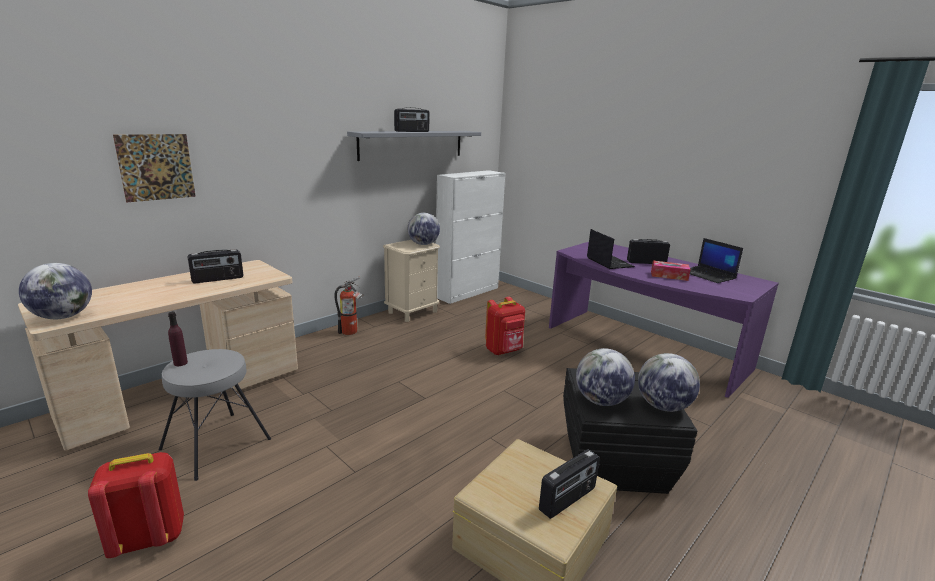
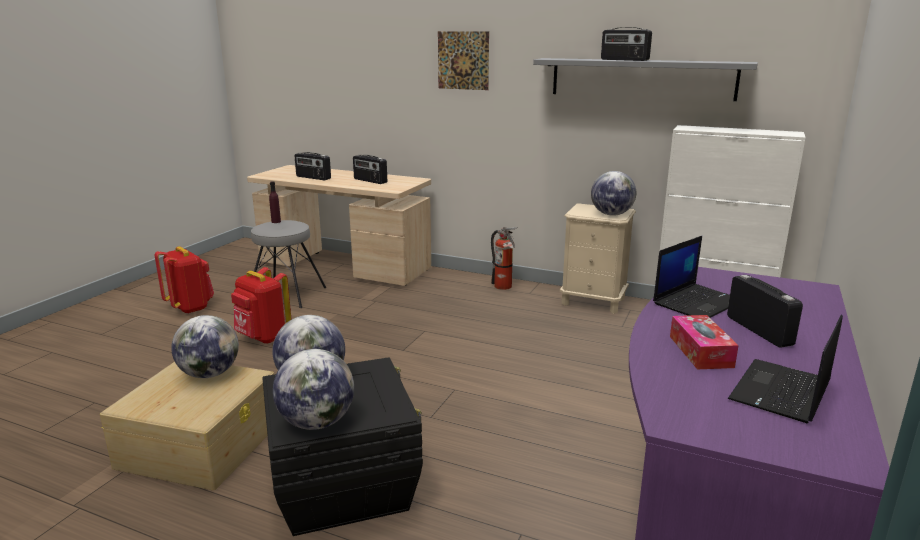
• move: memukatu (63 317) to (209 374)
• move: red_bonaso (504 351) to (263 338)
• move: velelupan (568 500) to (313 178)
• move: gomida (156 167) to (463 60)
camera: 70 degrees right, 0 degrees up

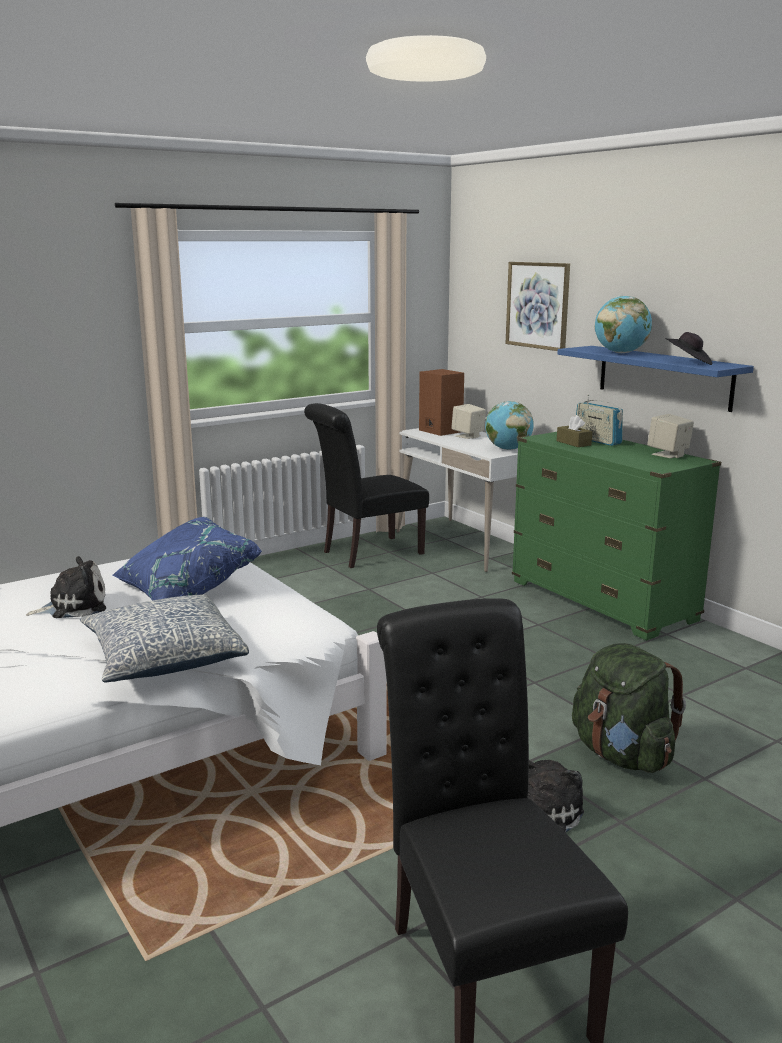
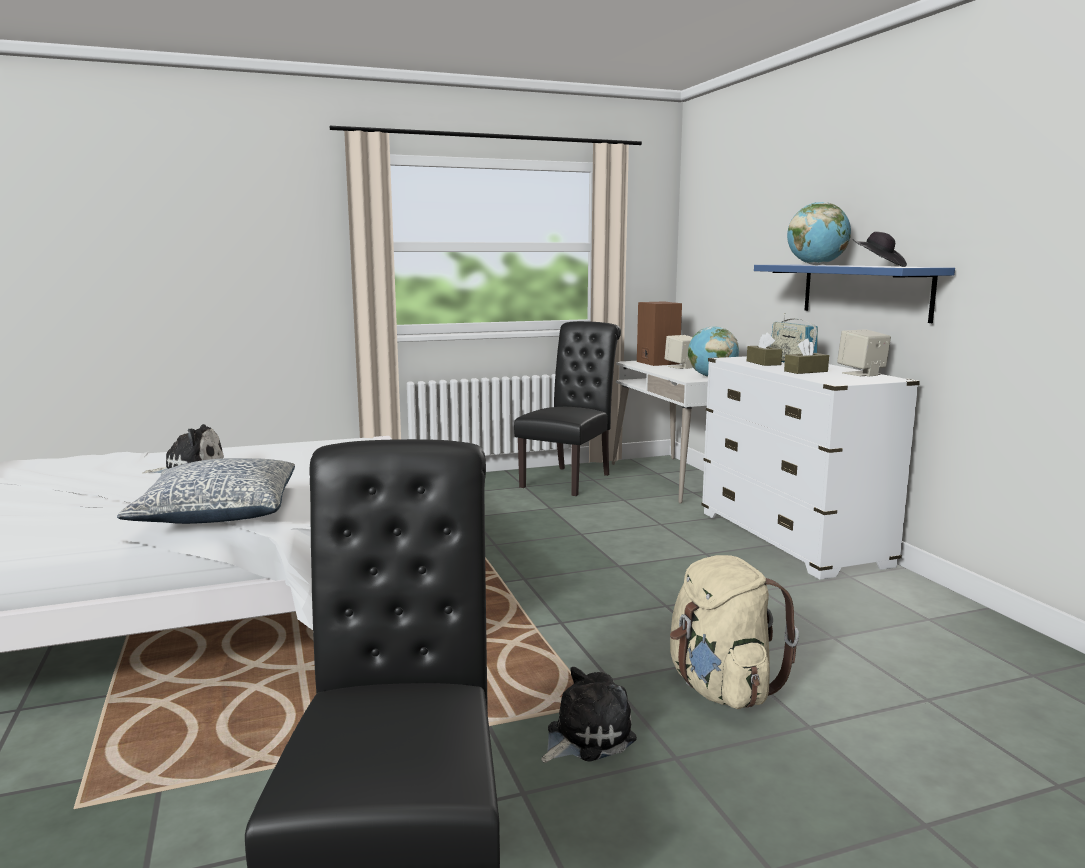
• rotate: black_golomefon (367 553) = (570 479) 135 degrees clockwise
• recolor: green_bonaso (622 755) to beige_bonaso (721 688)
• recolor: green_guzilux (602 601) to white_guzilux (791 539)
• insert: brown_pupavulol (805 371)
• delete: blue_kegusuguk (186 590)
• delete: gomida (538 305)
camera: 15 degrees right, 5 degrees down

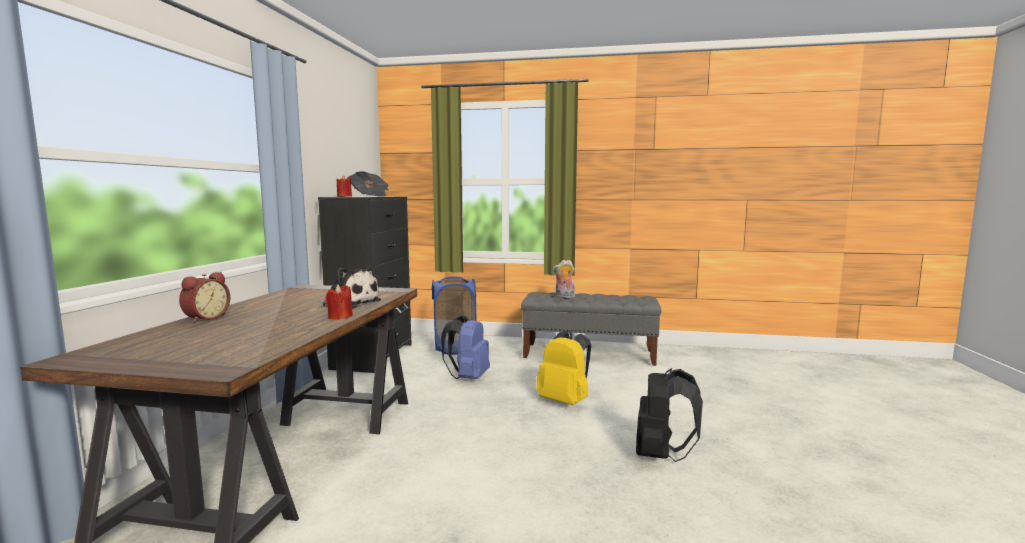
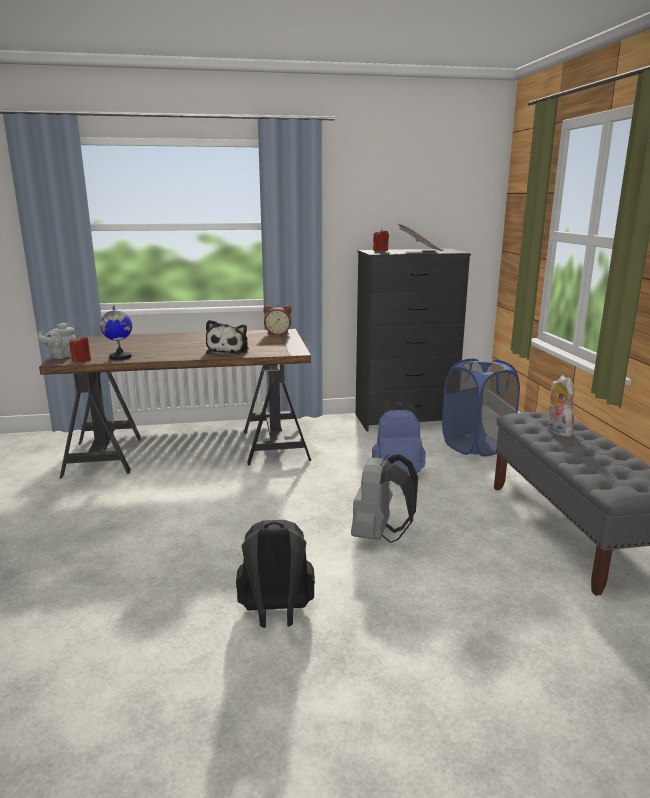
• insert: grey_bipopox (61 356)
• move: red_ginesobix (340 317) to (81 360)
• insert: memukatu (120 357)
• move: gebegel (205 318) to (278 333)
• recolor: yellow_bonaso (565 401) to grey_bonaso (379 535)
camera: 70 degrees right, 10 degrees up

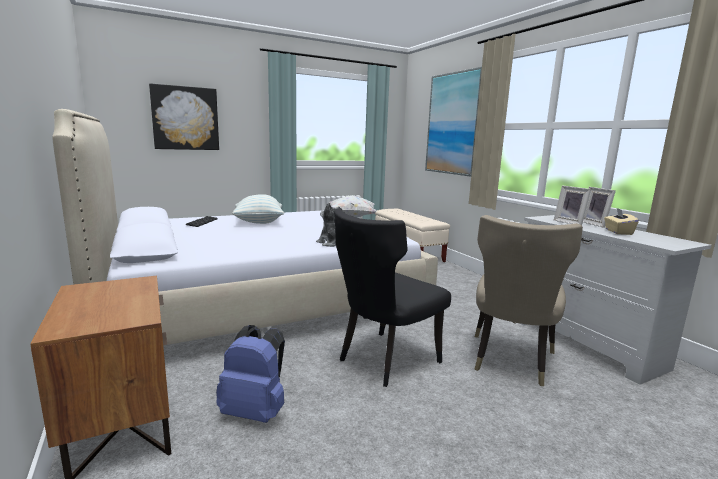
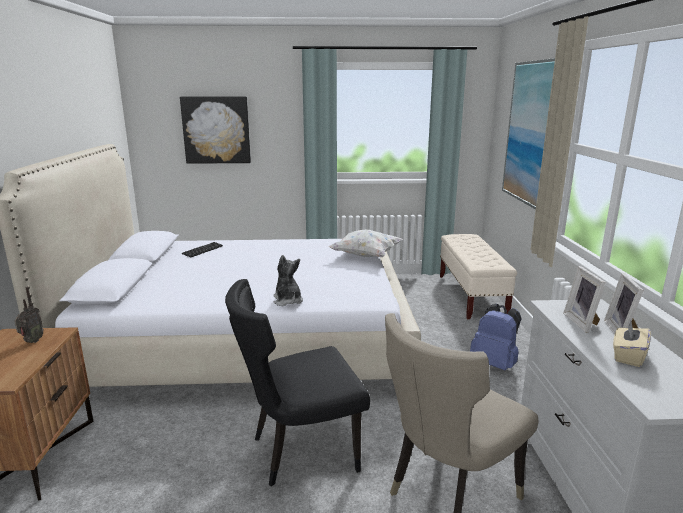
• insert: velelupan (31 342)
• move: blue_bonaso (255 411) to (494 364)
• delete: kegusuguk (259 222)
camera: 25 degrees right, 5 degrees up

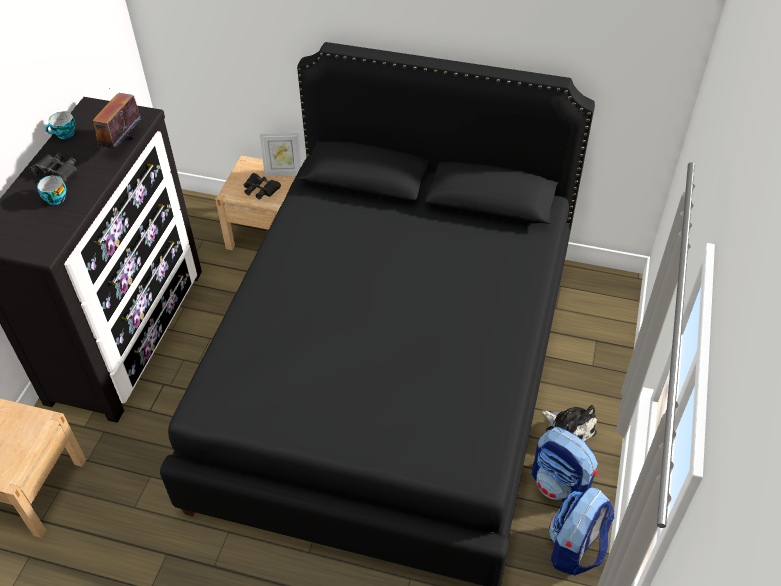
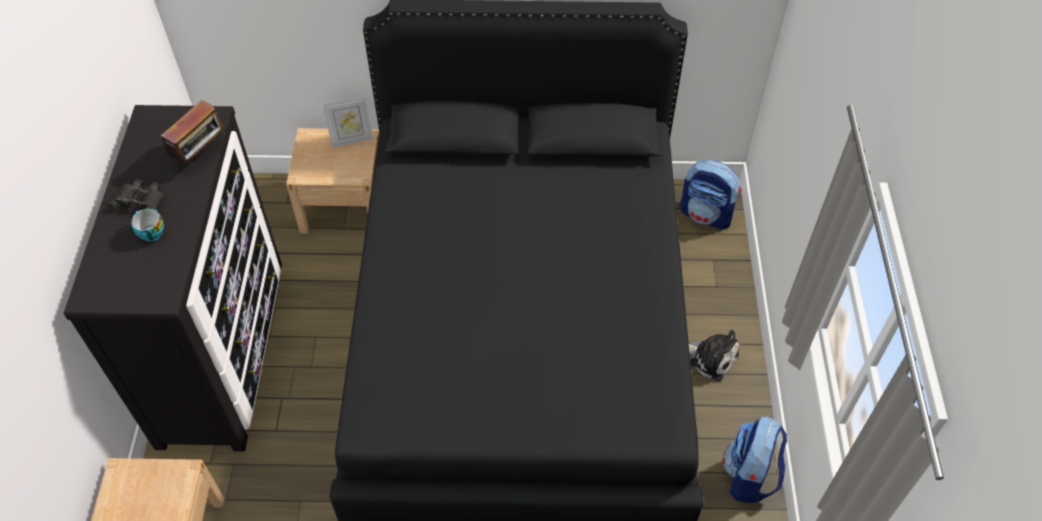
• rotate: velelupan (122 144) = (202 155) 150 degrees counterclockwise
• move: bonaso (560 485) to (706 215)
• delete: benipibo (64 134)
• delete: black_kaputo (261 189)
camera: 15 degrees left, 5 degrees up

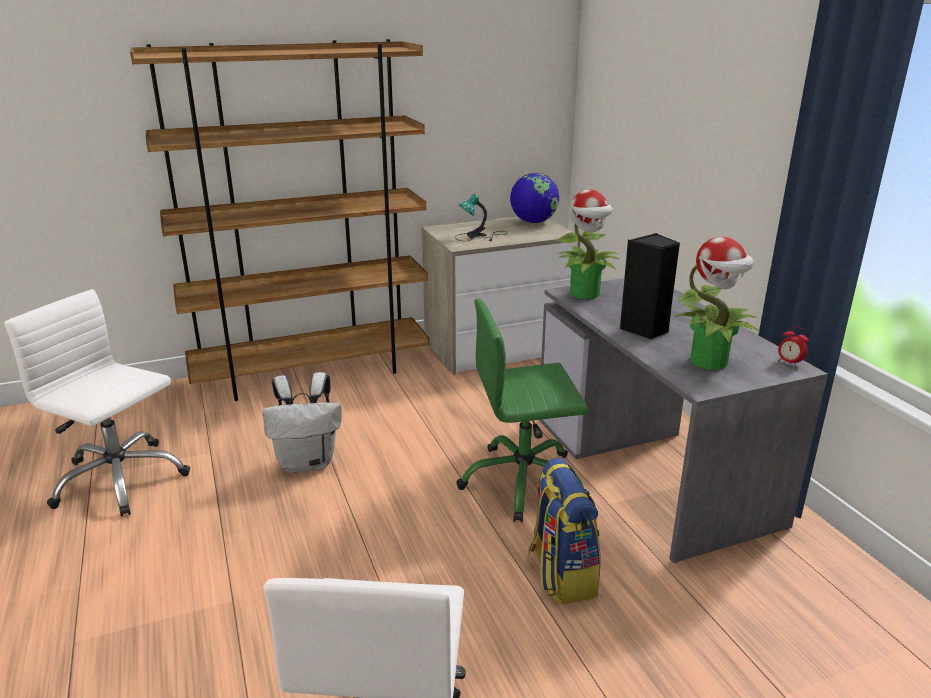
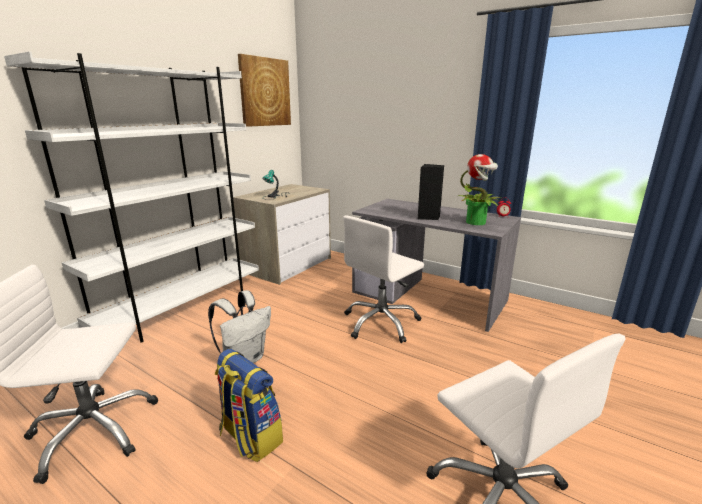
• recolor: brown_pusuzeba (312 372) to white_pusuzeba (184 308)
• move: bonaso (560 574) to (250 437)
• insert: gomida (265 92)
• recolor: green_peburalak (523 482) to white_peburalak (381 323)
• delete: memukatu (533 222)
• delete: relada (585 294)
camera: 35 degrees left, 5 degrees down

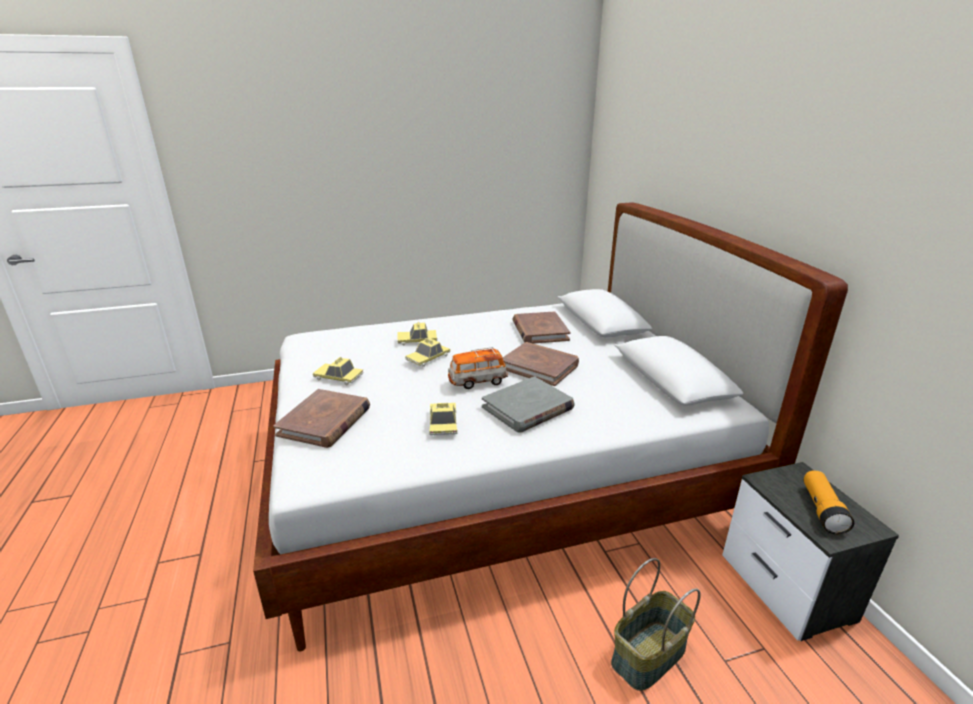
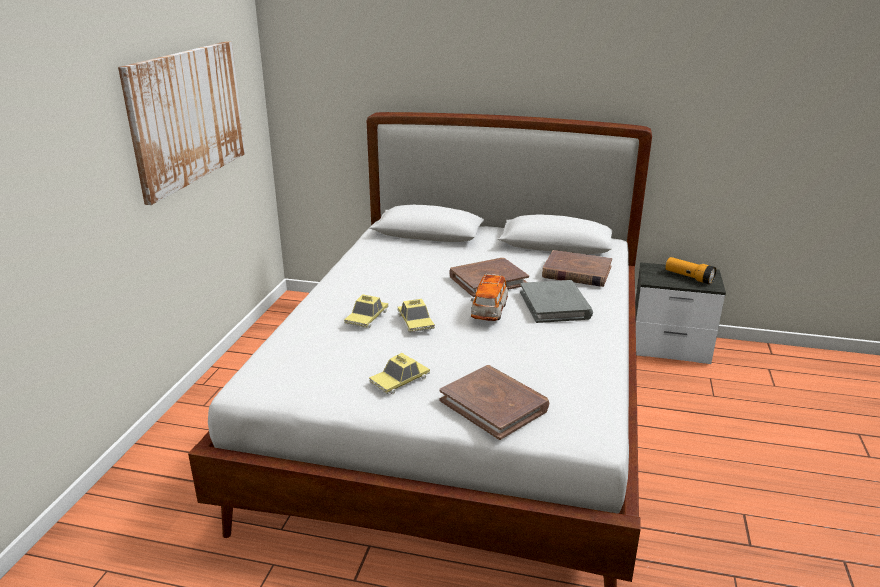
• insert: gomida (188 116)
• move: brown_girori (539 331) to (576 272)
• delete: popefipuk (443 423)
• delete: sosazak (649 656)
camera: 60 degrees left, 0 degrees up

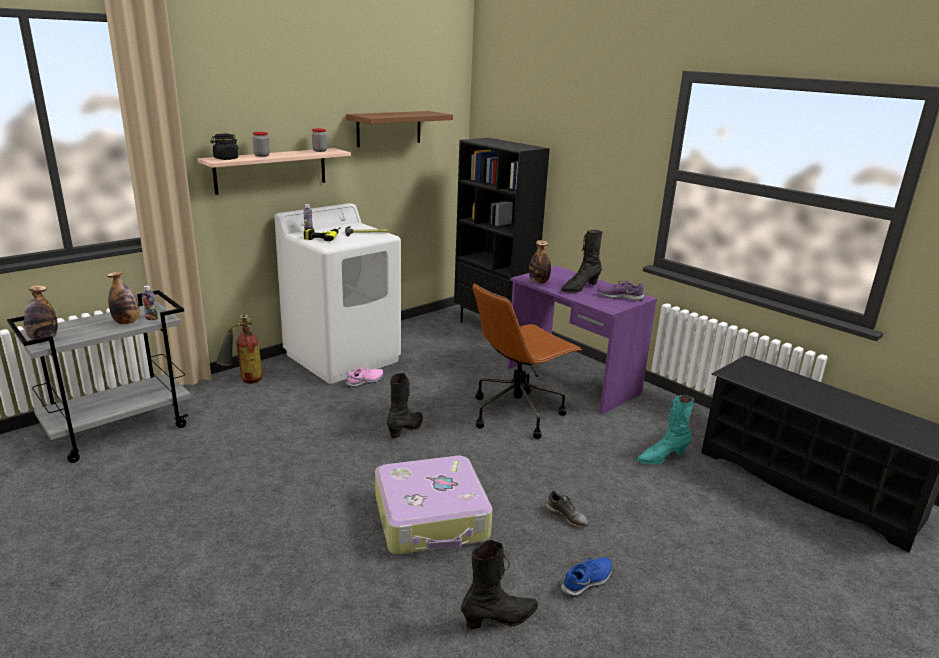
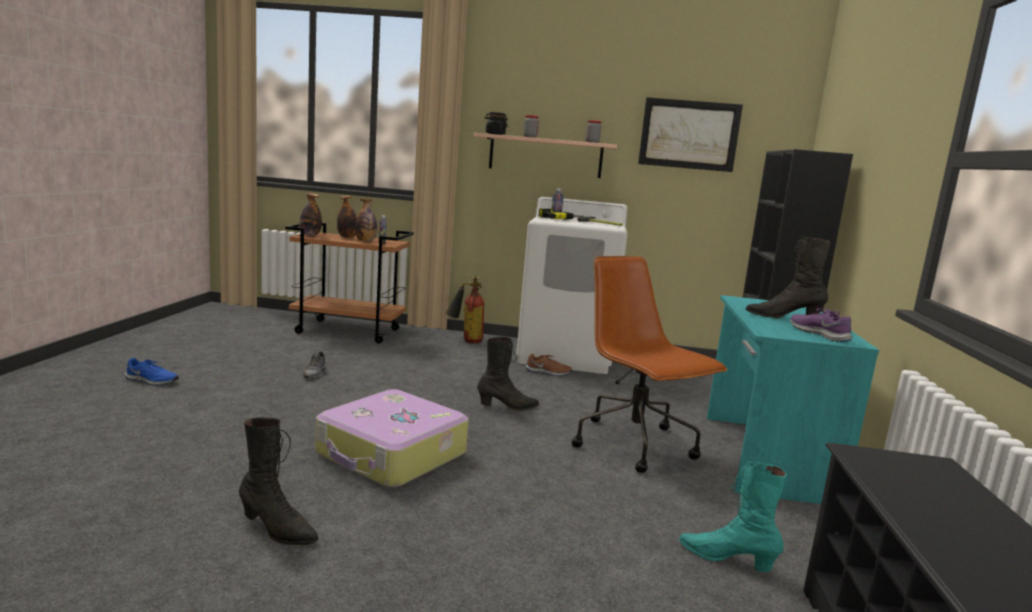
• move: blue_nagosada (587 581) to (151 381)
• recolor: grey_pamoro (120 429) to brown_pamoro (349 331)
• move: grey_nagosada (567 516) to (315 373)
• move: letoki (538 282) to (347 237)
• recolor: pink_nagosada (365 381) to brown_nagosada (548 372)
• rotate: brown_peburalak (517 413) = (635 445) 45 degrees clockwise
• replace: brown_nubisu (389 128) to gomida (689 135)
• recolor: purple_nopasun (571 381) to turquoise_nopasun (763 456)
camera: 50 degrees right, 10 degrees down

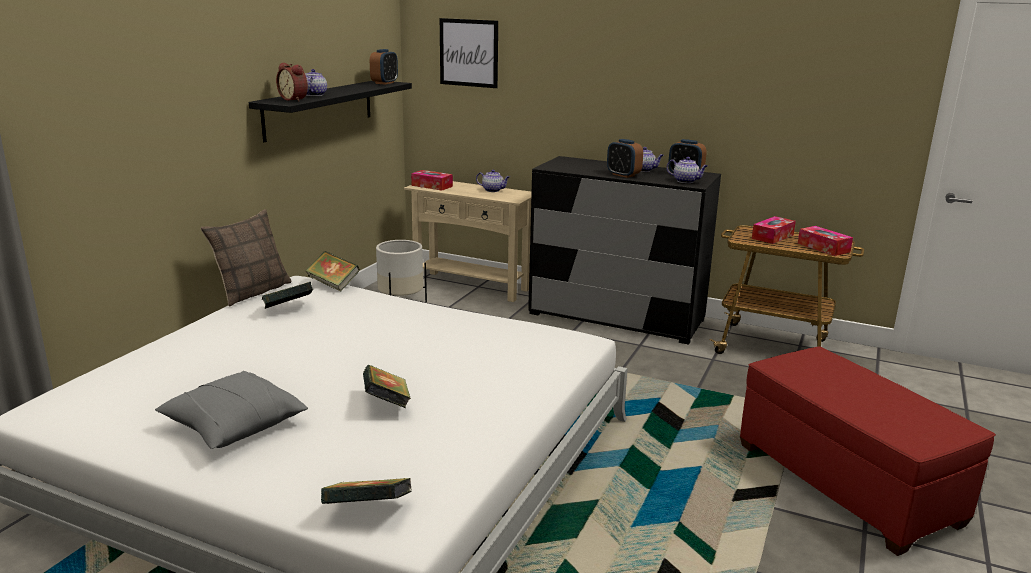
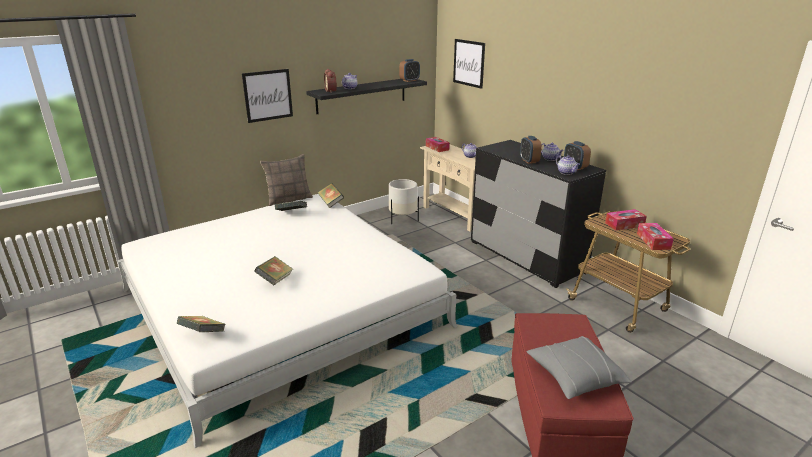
• insert: gomida (268 95)
• move: grey_kegusuguk (234 426) to (575 376)
camera: 30 degrees right, 5 degrees up

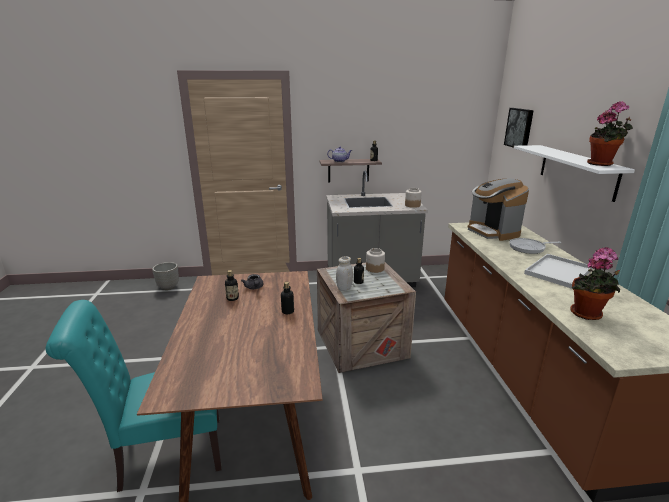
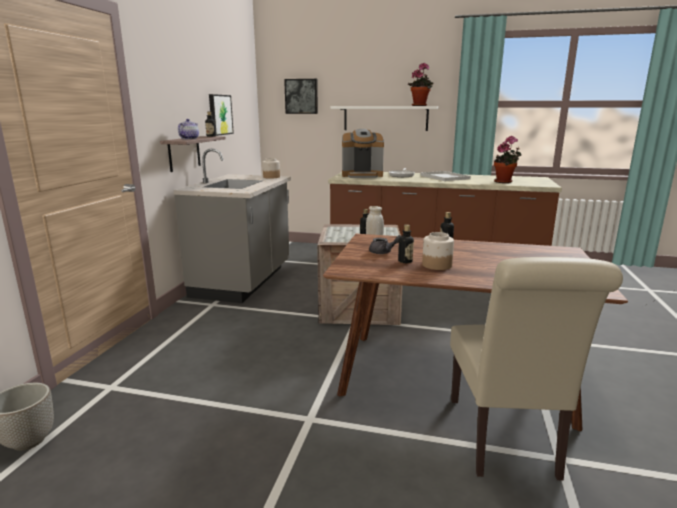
• insert: gomida (219 115)
• move: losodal (374 268) to (436 265)
• recolor: turquoise_golomefon (165 454) to beige_golomefon (504 441)
camera: 70 degrees left, 5 degrees down

